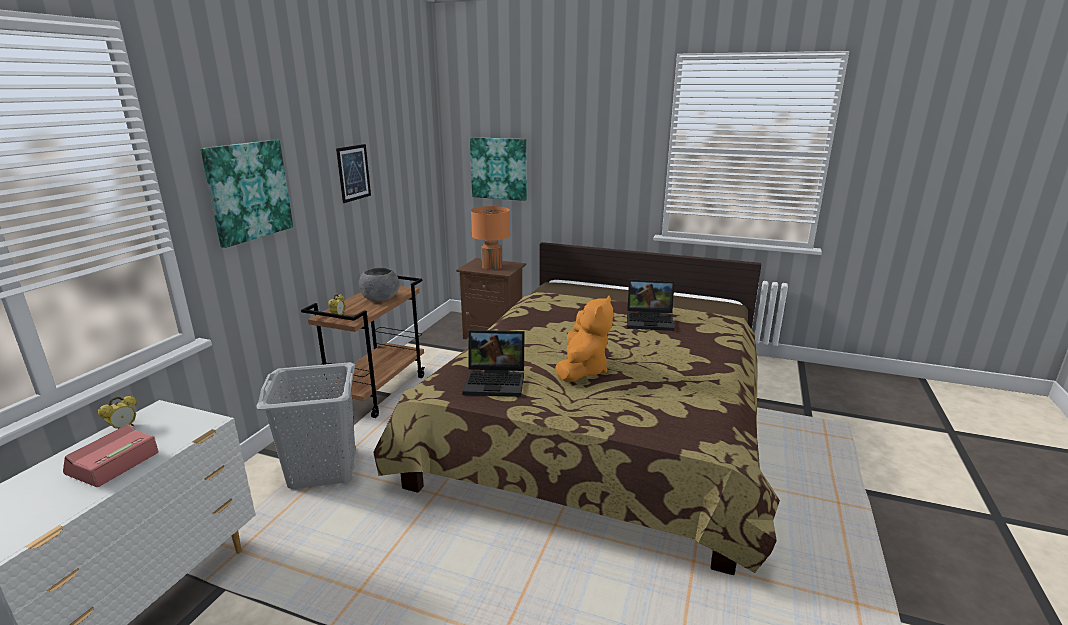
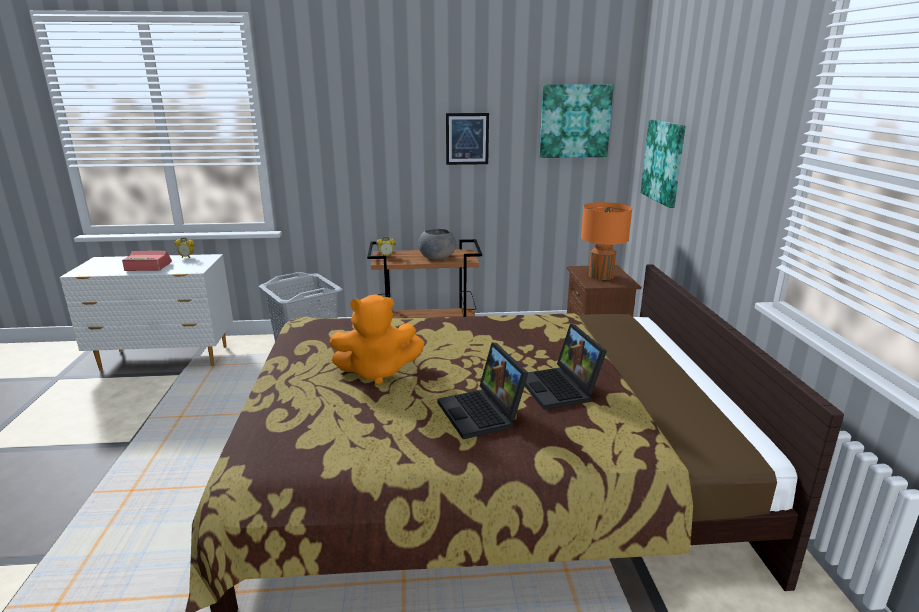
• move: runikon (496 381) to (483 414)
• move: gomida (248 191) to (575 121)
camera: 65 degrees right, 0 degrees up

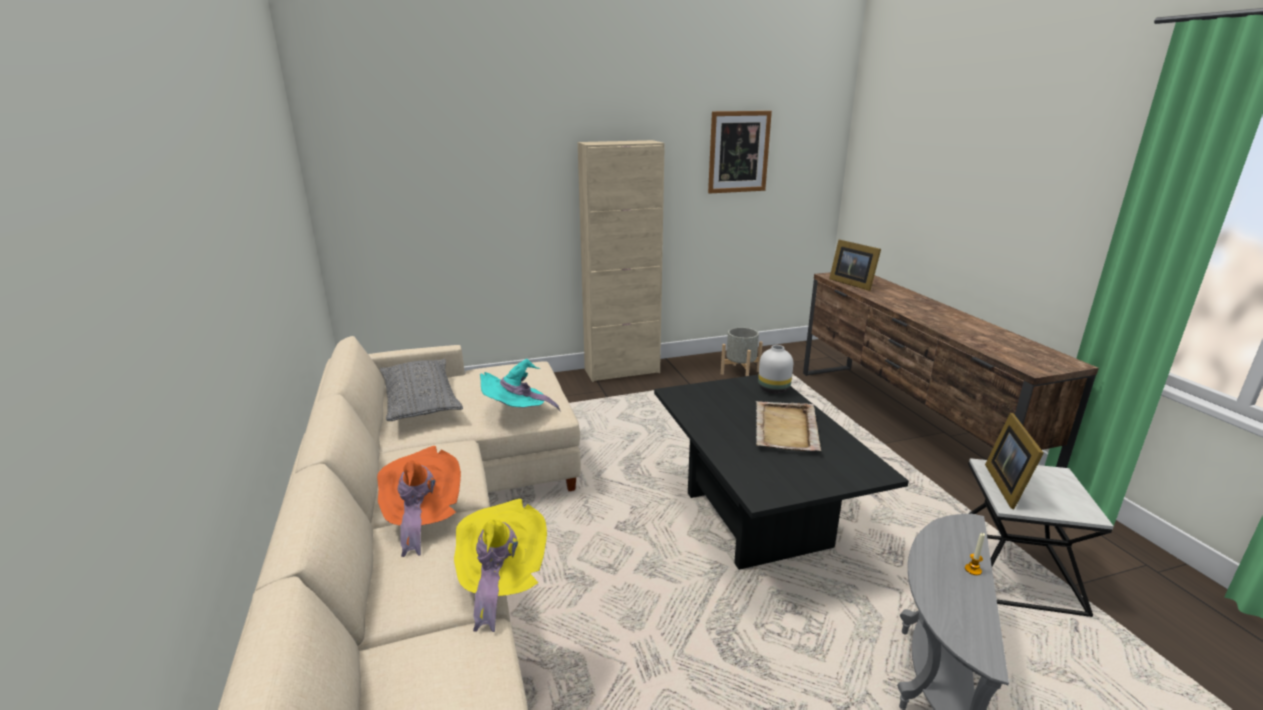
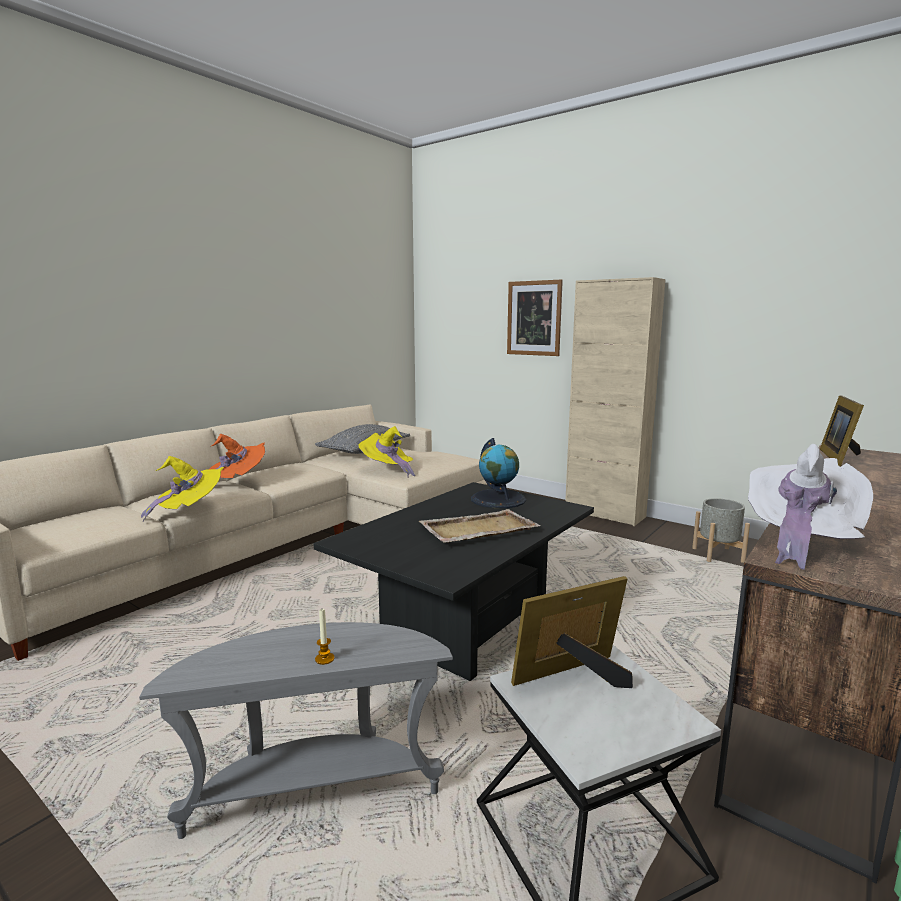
• recolor: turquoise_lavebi (516 413) to yellow_lavebi (387 470)
• insert: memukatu (498 499)
• move: gomida (738 152) to (534 318)
• insert: white_lavebi (799 541)
• delete: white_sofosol (773 390)
camera: 55 degrees right, 10 degrees down

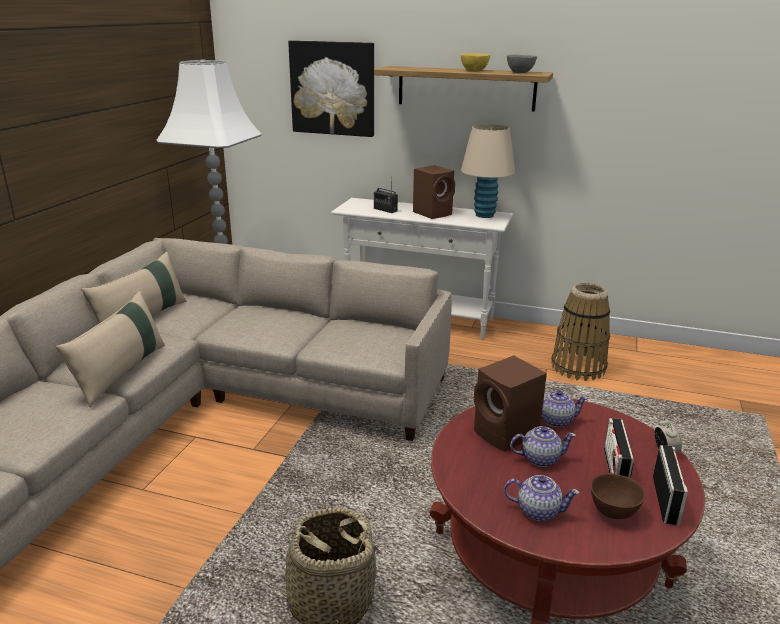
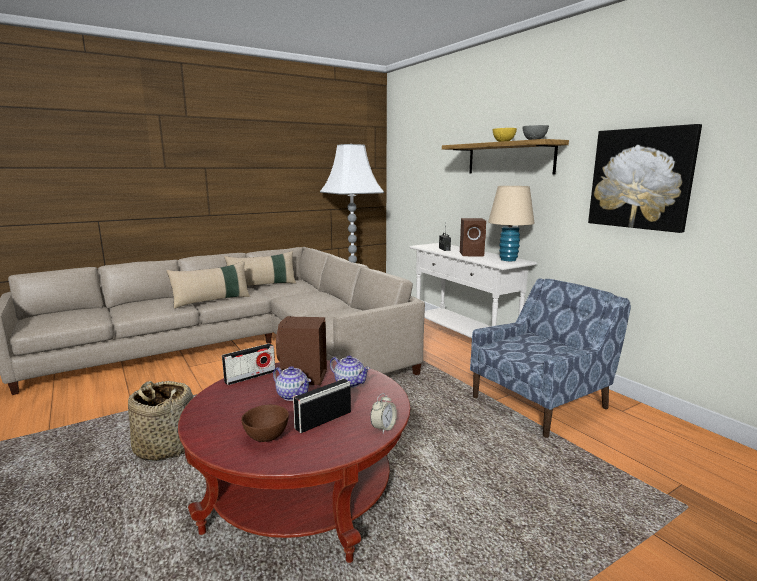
• move: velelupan (665 500) to (250 377)
• replace: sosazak (578 367) to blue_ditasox (541 402)
• move: gomida (333 88) to (641 178)
• delete: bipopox (538 510)
camera: 40 degrees right, 10 degrees down

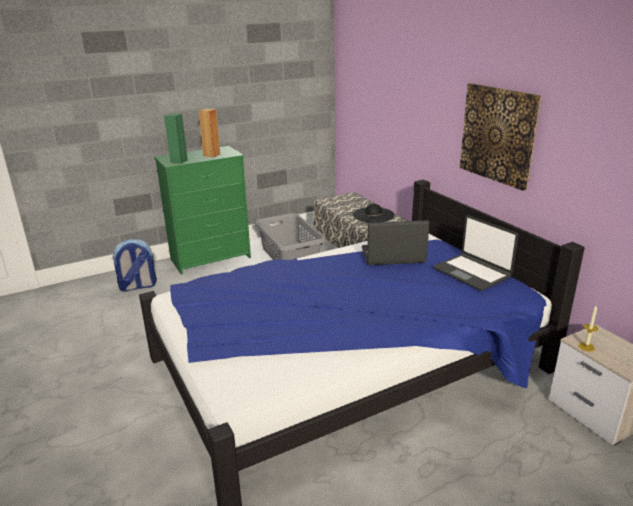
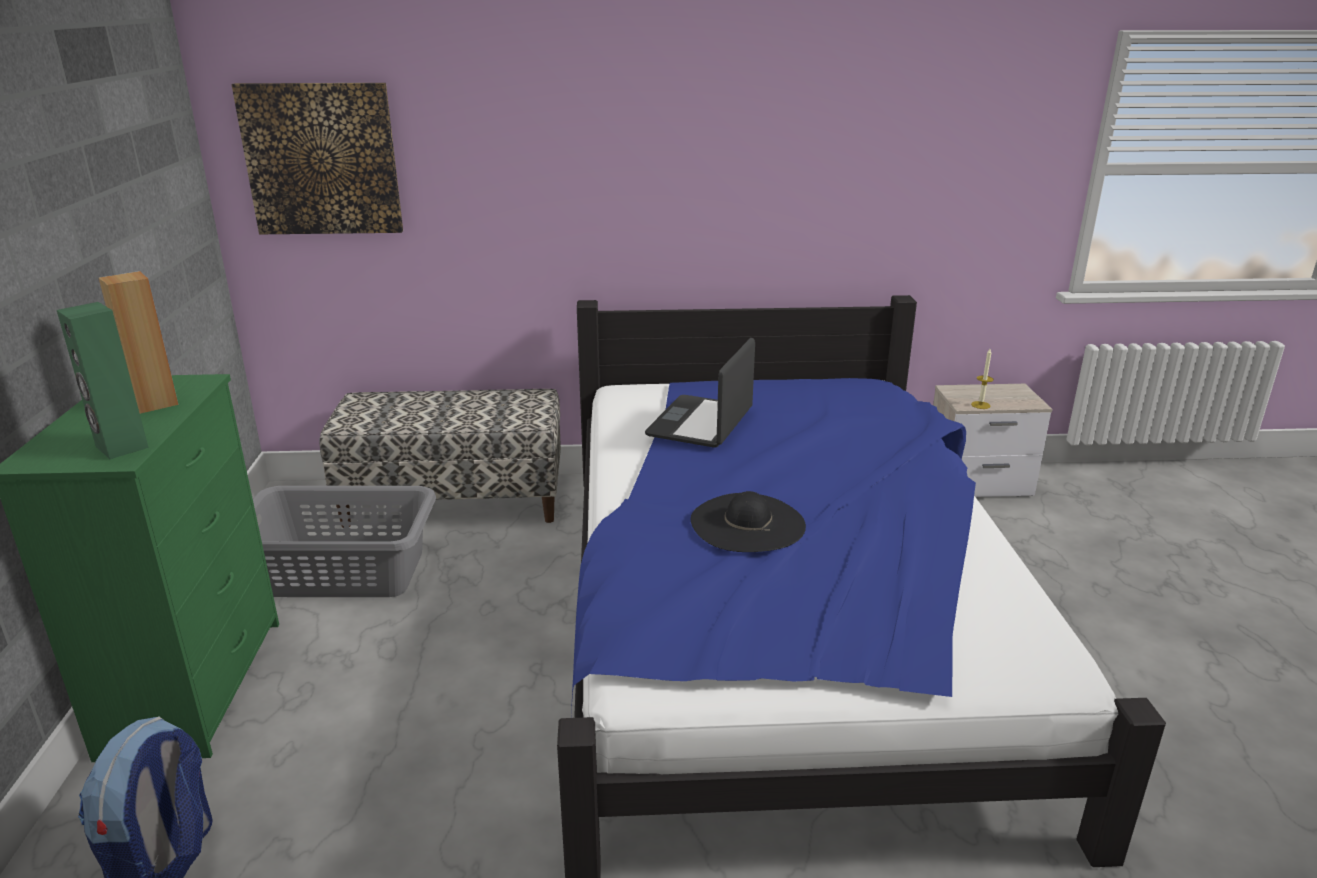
• move: gomida (498 134) to (322 159)
• move: black_lavebi (373 215) to (747 523)
• delete: runikon (472 272)
camera: 65 degrees left, 0 degrees up

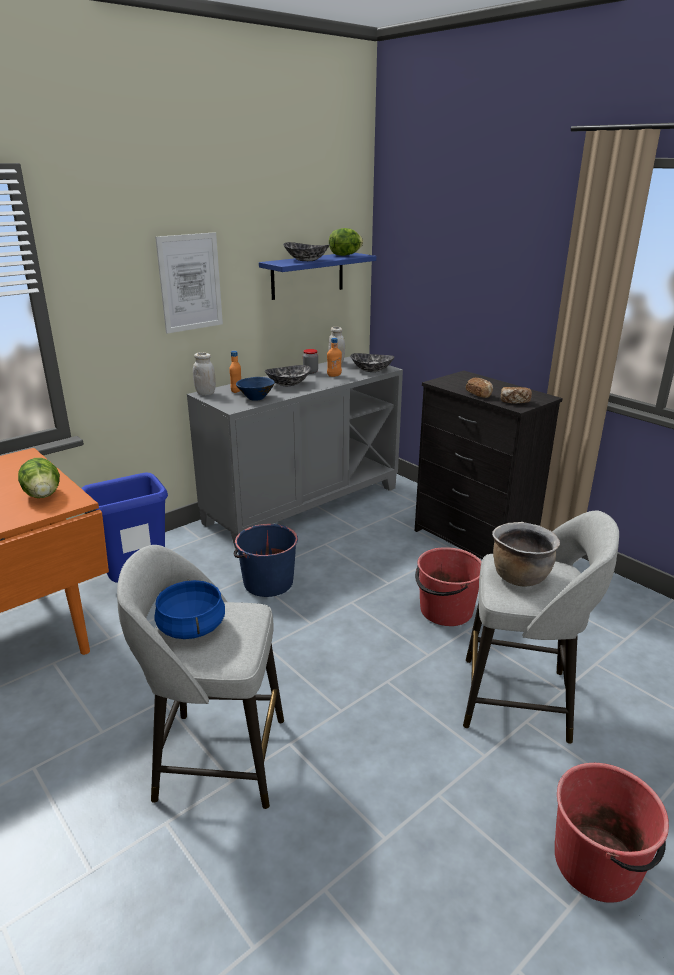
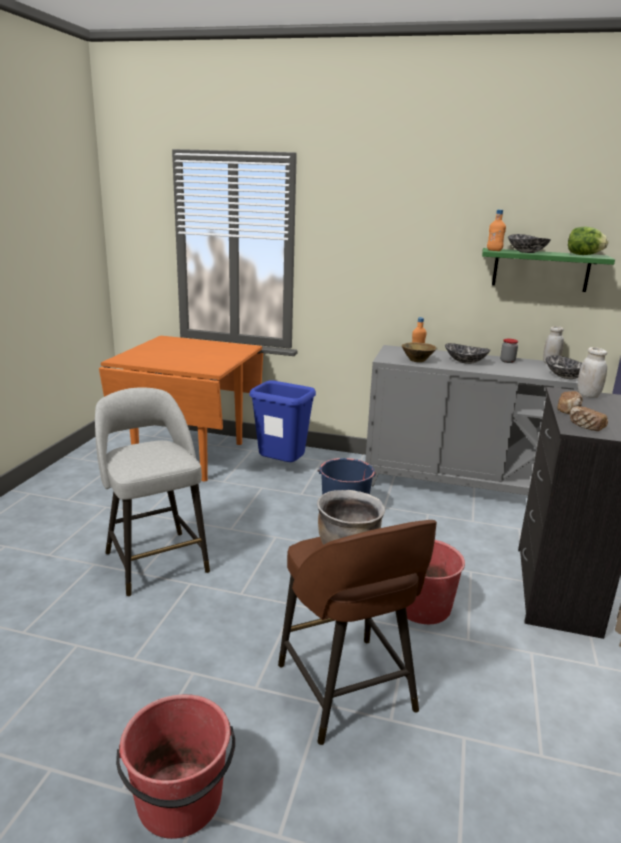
• recolor: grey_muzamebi (520 699) to brown_muzamebi (347 691)
• recolor: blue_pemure (256 397) to brown_pemure (417 360)
• recolor: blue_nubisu (307 275) to green_nubisu (540 270)
• move: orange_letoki (334 375) to (494 250)
• move: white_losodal (205 393) to (588 395)
• delete: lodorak (43 495)
• delete: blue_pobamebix (192 627)
• delete: gomida (190 282)
camera: 55 degrees right, 5 degrees down

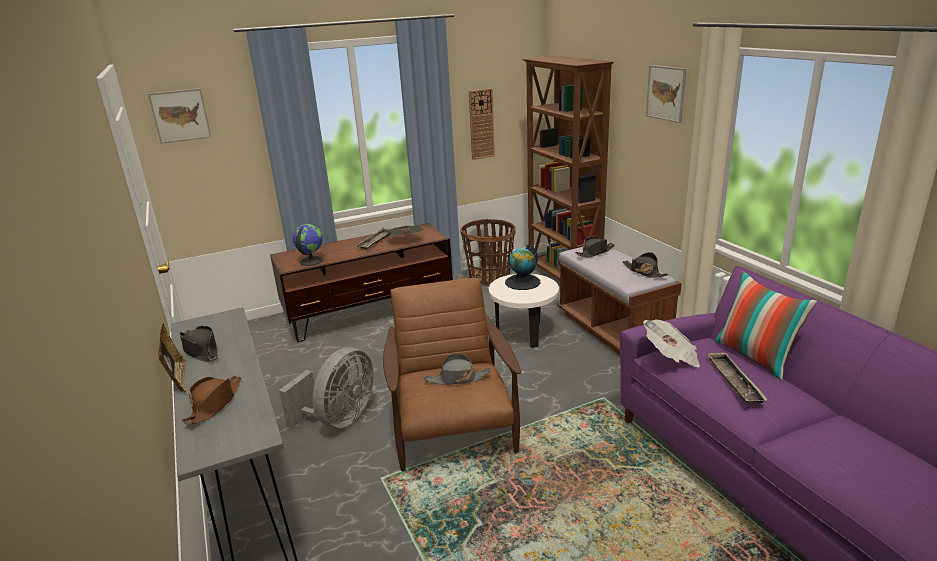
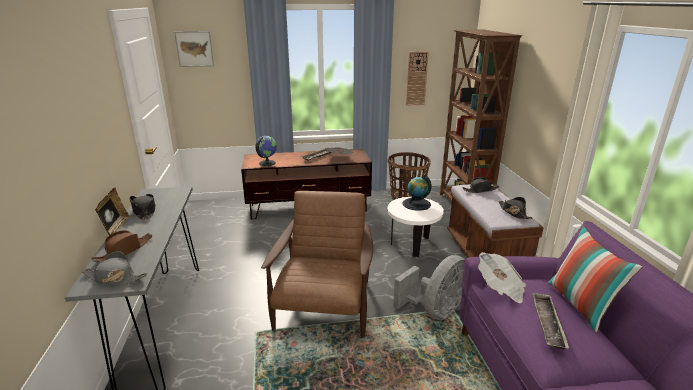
• move: grey_lavebi (457 378) to (115 278)
• move: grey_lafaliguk (339 419) to (435 311)
• delete: gomida (666 93)
camera: 15 degrees right, 0 degrees up

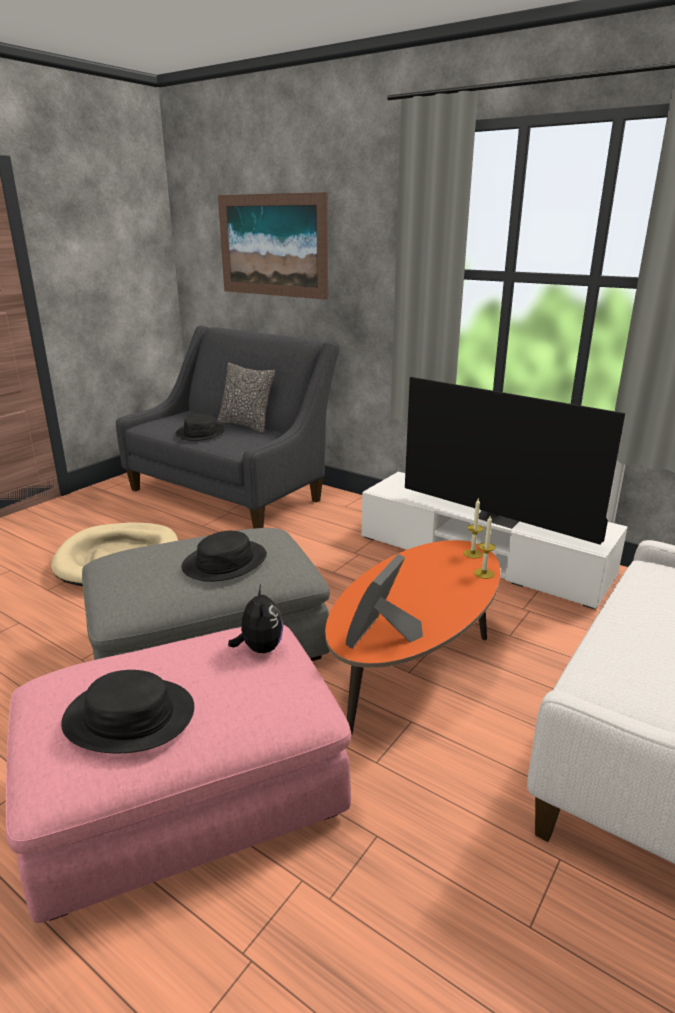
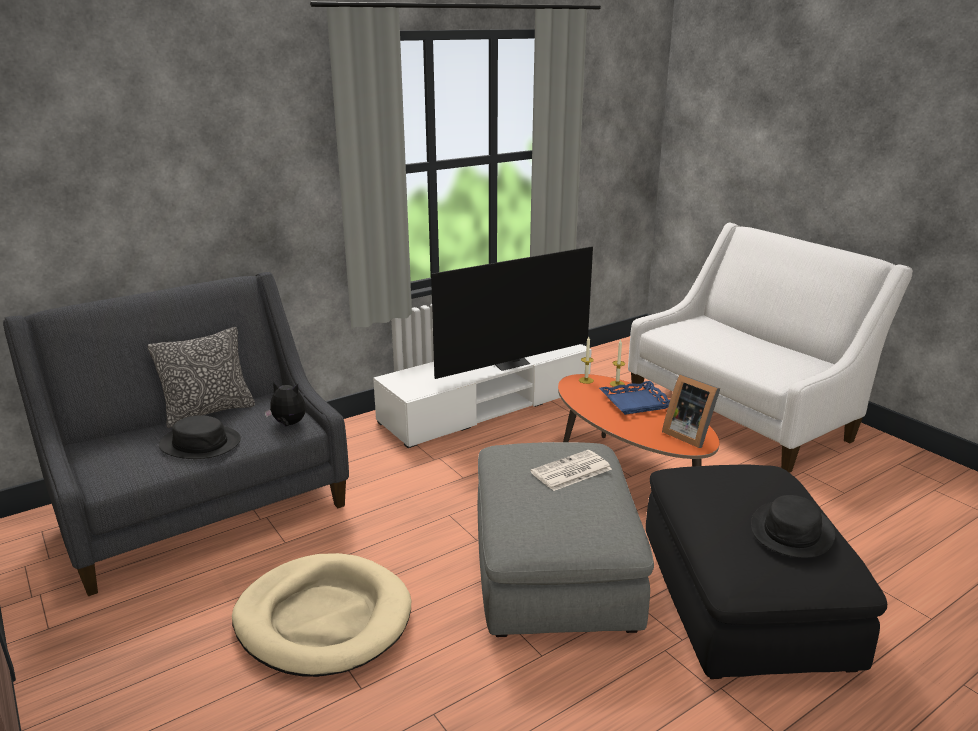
• move: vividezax (260 648) to (288 424)
• replace: black_lavebi (224 562) to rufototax (570 471)
• insert: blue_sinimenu (636 402)
• recolor: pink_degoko (186 793) to black_degoko (743 598)
• delete: gomida (272 245)
camera: 70 degrees left, 0 degrees up

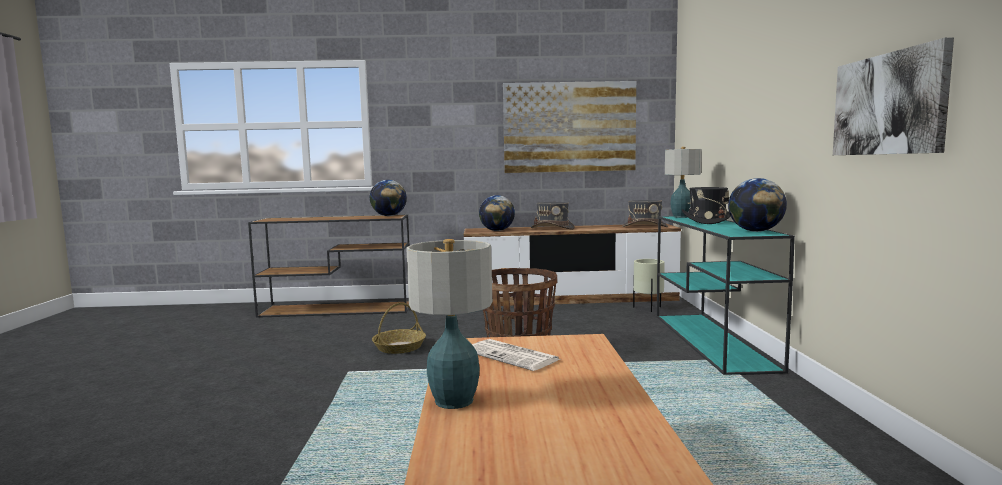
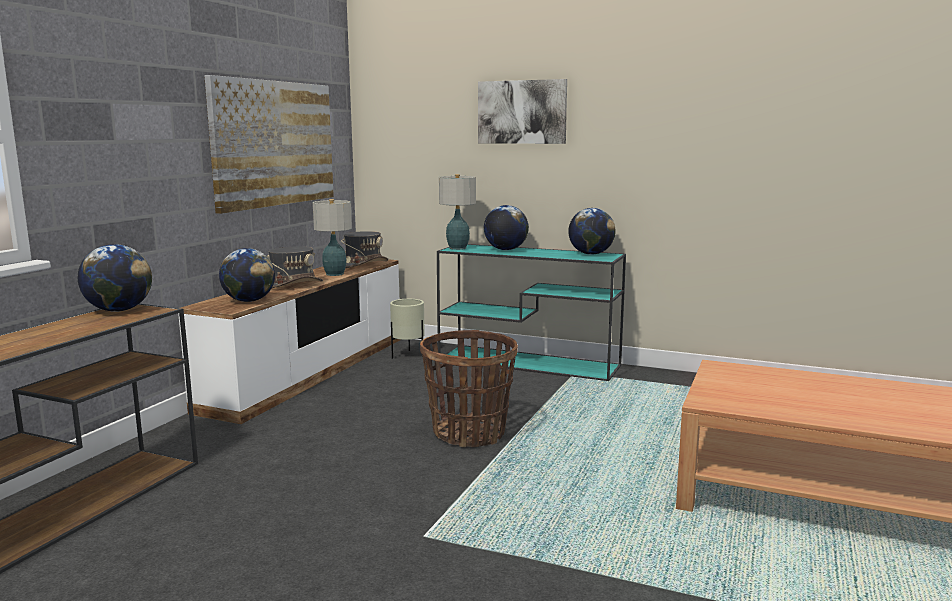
• move: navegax (454 400) to (334 274)
• move: gomida (888 104) to (522 112)
• replace: black_lavebi (707 221) to memukatu (505 249)
• delete: sosazak (399 347)
• delete: rufototax (513 356)
camera: 65 degrees left, 5 degrees up

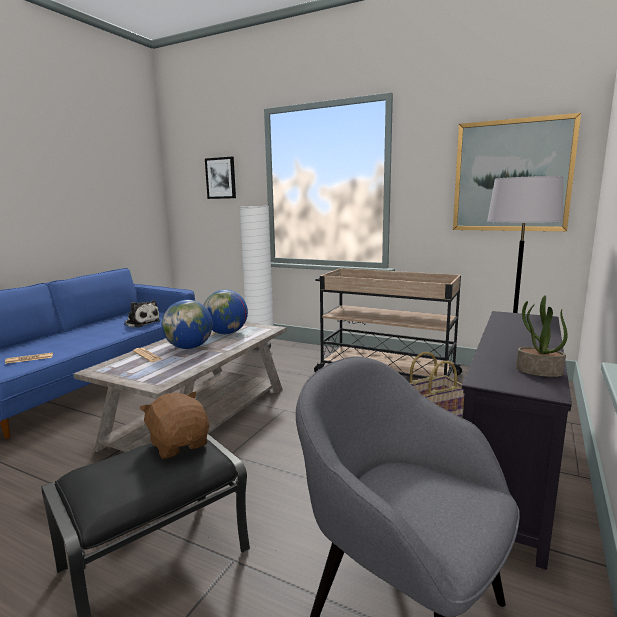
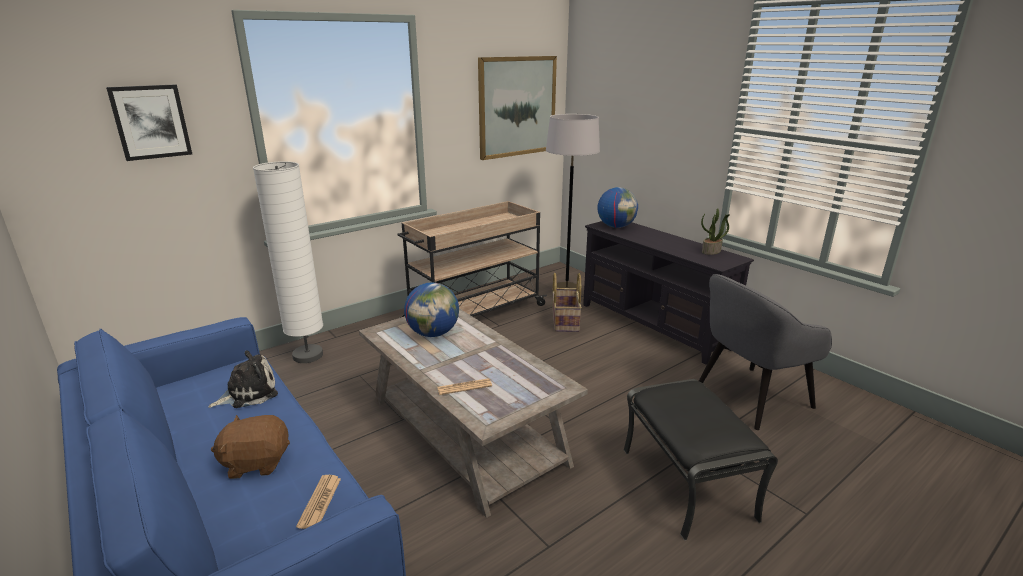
• move: brown_vividezax (179 444) to (256 462)
• move: memukatu (189 347) to (616 226)
camera: 65 degrees left, 10 degrees up

